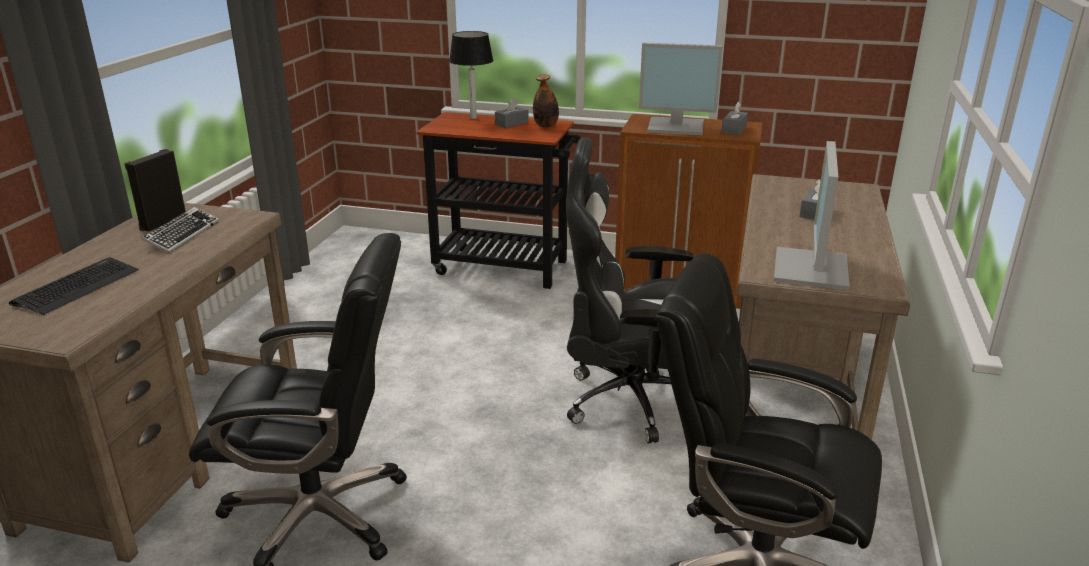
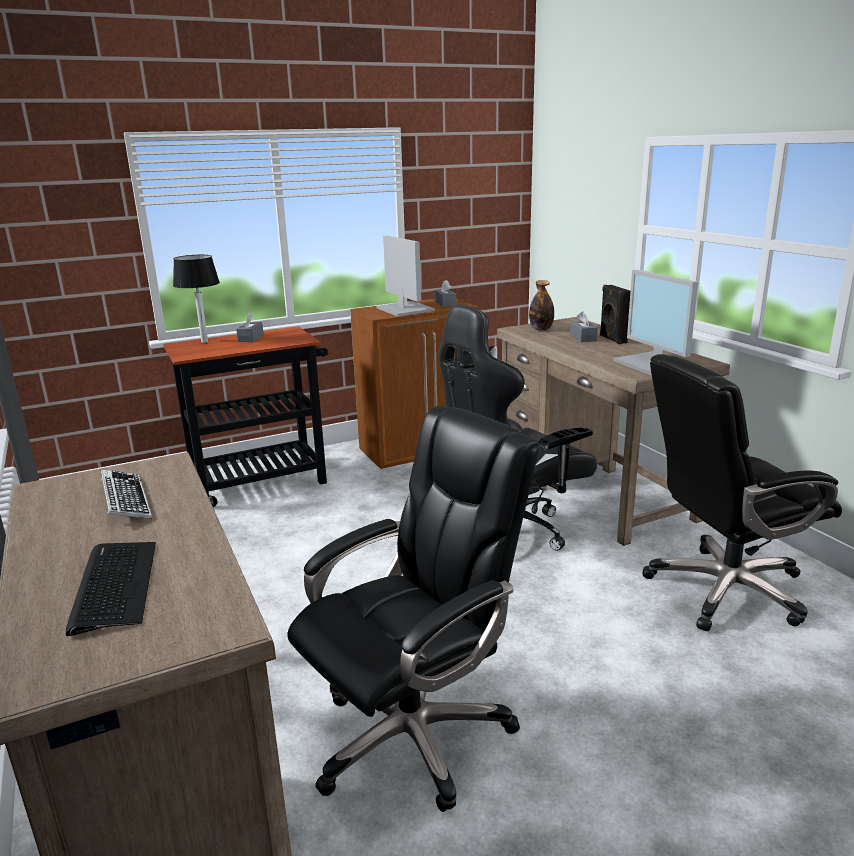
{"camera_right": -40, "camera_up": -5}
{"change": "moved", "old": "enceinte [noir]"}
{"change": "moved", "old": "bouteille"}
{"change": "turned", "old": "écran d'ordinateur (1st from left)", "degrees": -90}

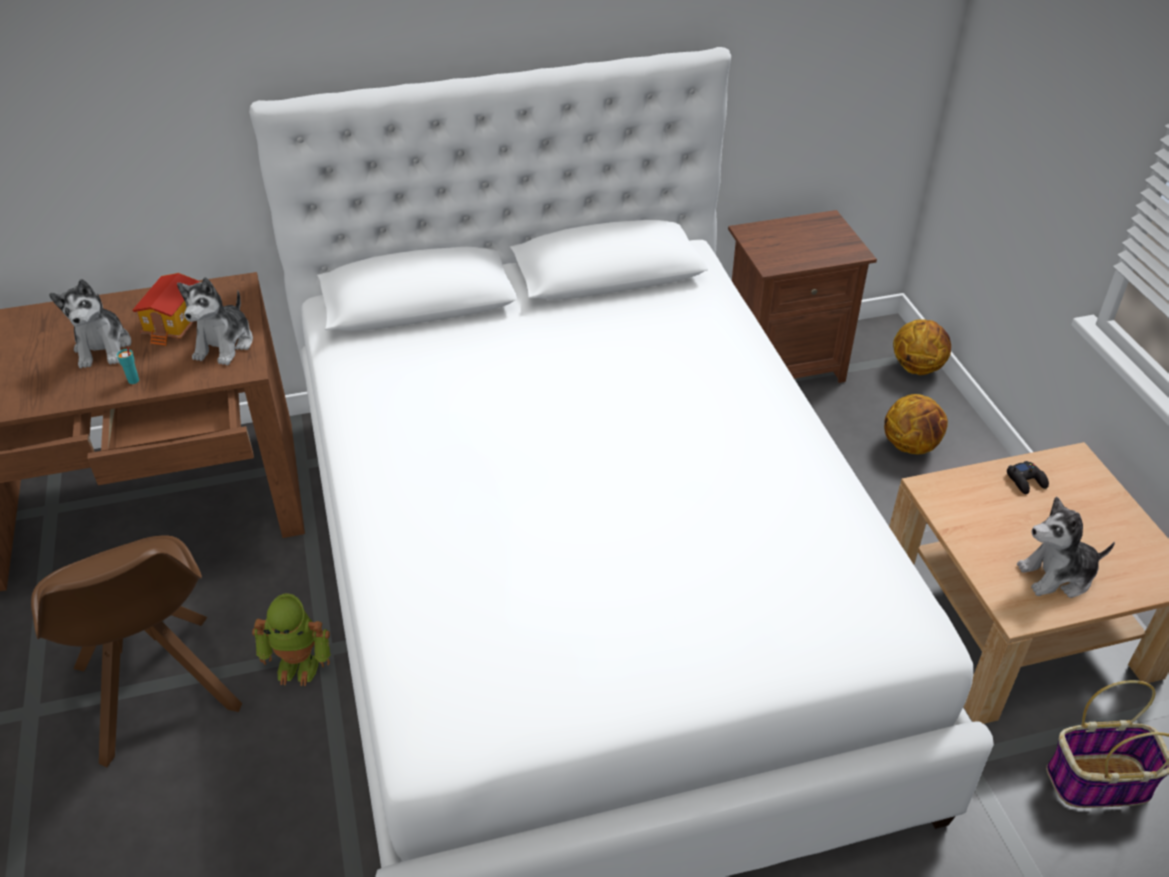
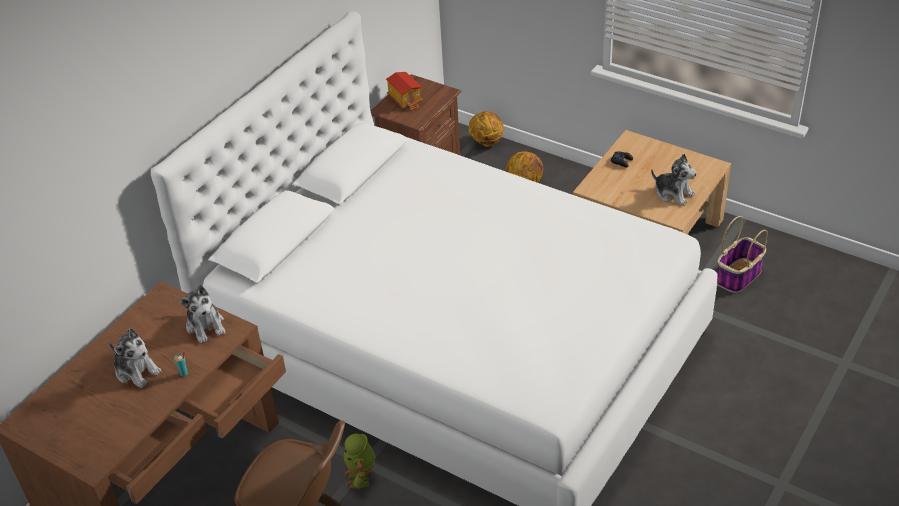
{"camera_right": -40, "camera_up": 0}
{"change": "moved", "old": "maison miniature"}
{"change": "turned", "old": "robot jouet", "degrees": 120}
{"change": "turned", "old": "peluche (3rd from left)", "degrees": -90}

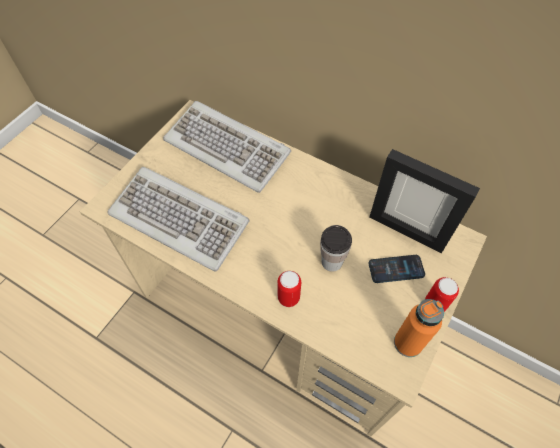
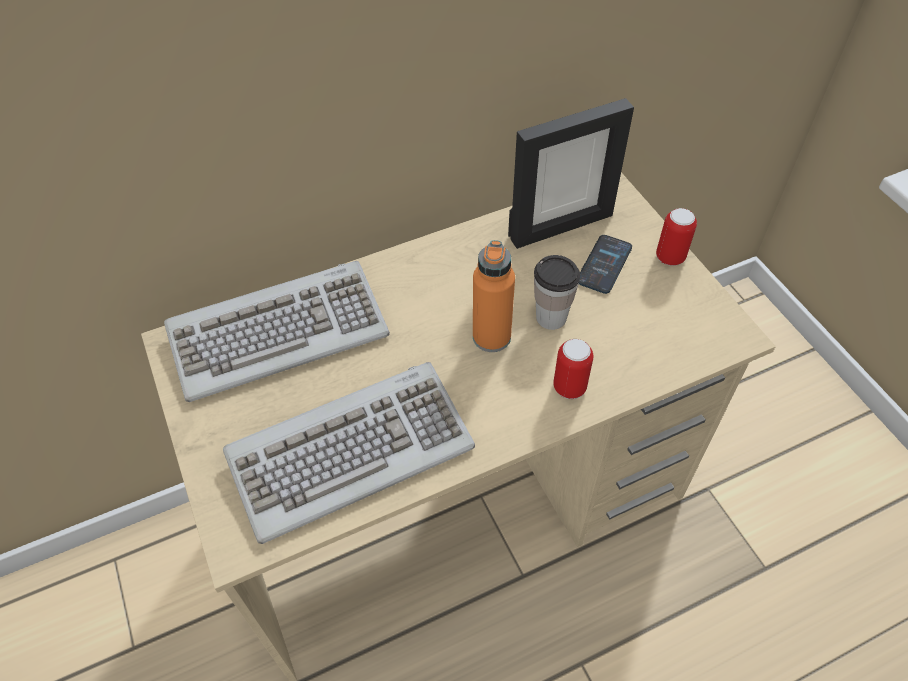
{"camera_right": -55, "camera_up": -5}
{"change": "moved", "old": "bouteille [orange]"}

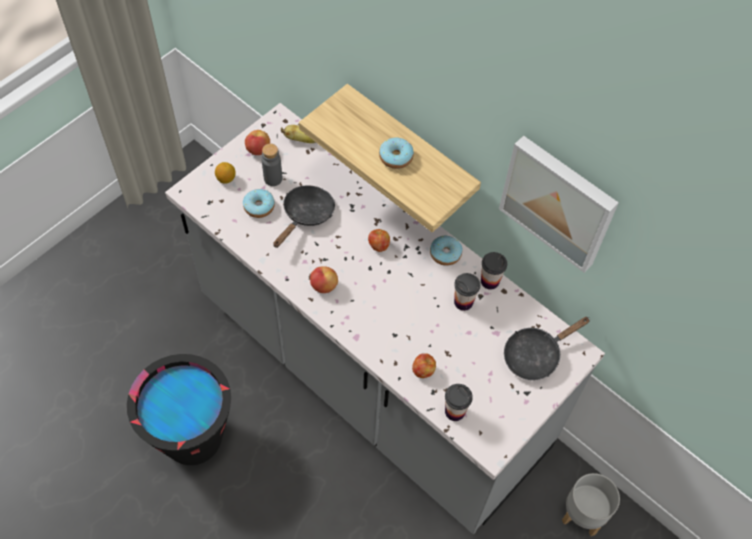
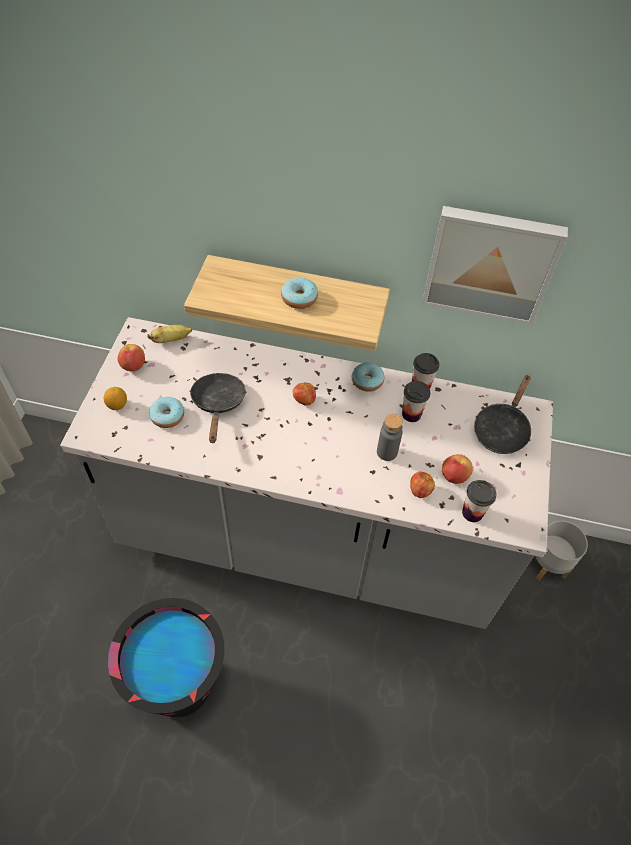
{"camera_right": -30, "camera_up": -5}
{"change": "moved", "old": "bouteille [gris]"}
{"change": "moved", "old": "pomme (2nd from left in the first image)", "new": "pomme (4th from left)"}

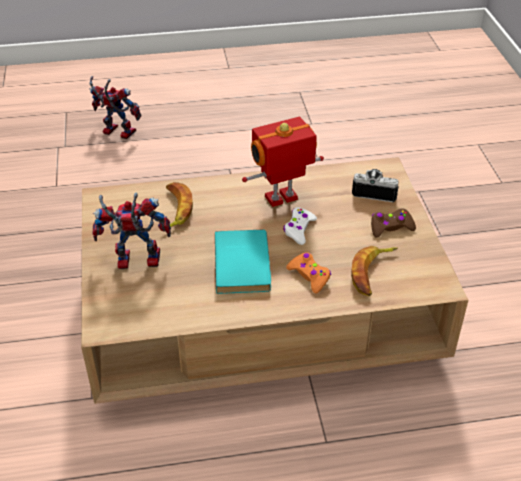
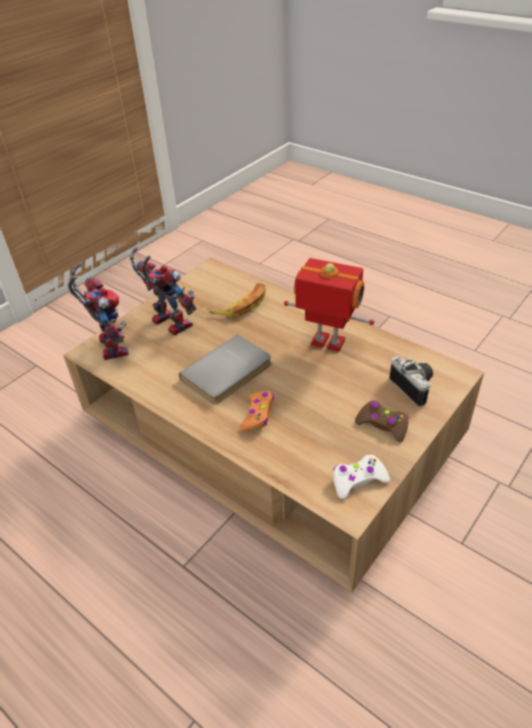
{"camera_right": 50, "camera_up": 0}
{"change": "removed", "old": "banane (2nd from left)"}
{"change": "moved", "old": "robot jouet (1st from left)"}
{"change": "moved", "old": "manette [blanc]"}
{"change": "recoloured", "old": "livre [turquoise]", "new": "livre [gris]"}

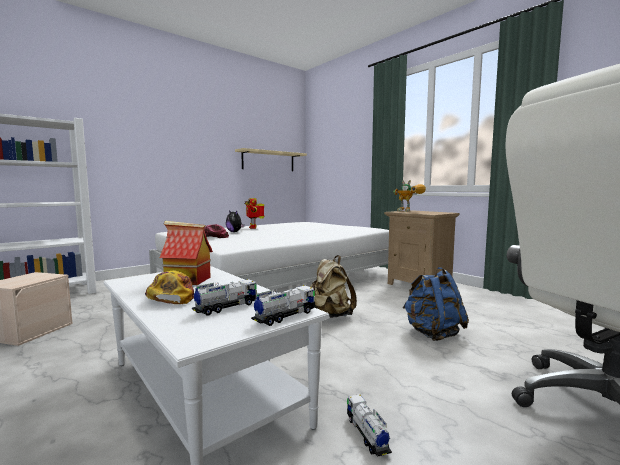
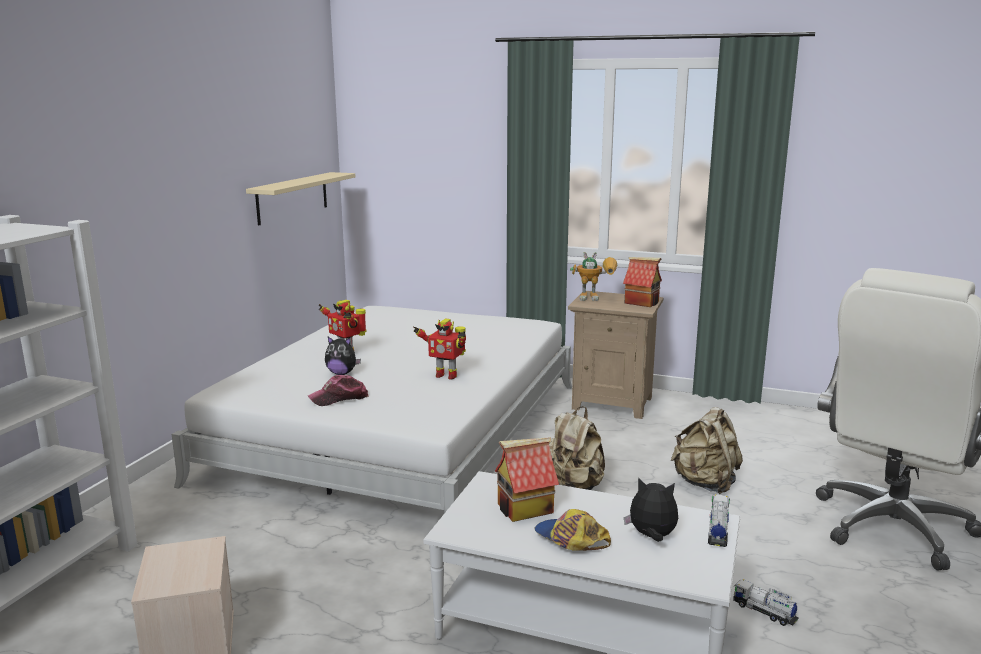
{"camera_right": -30, "camera_up": 10}
{"change": "added", "new": "robot jouet (2nd from left)"}
{"change": "added", "new": "maison miniature (2nd from left)"}
{"change": "replaced", "old": "camion jouet (1st from left)", "new": "peluche (2nd from left)"}
{"change": "recoloured", "old": "sac à dos [bleu]", "new": "sac à dos [beige] (2nd from left)"}

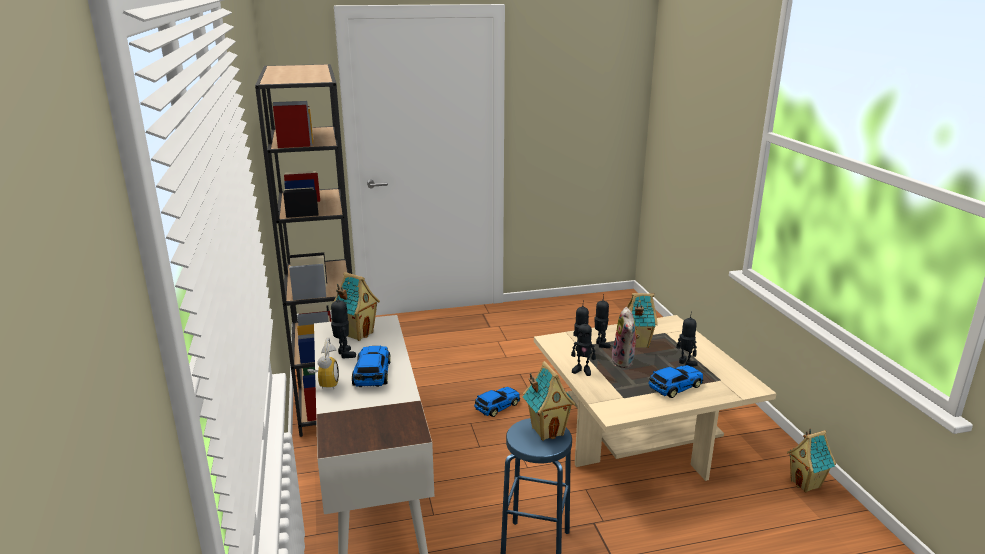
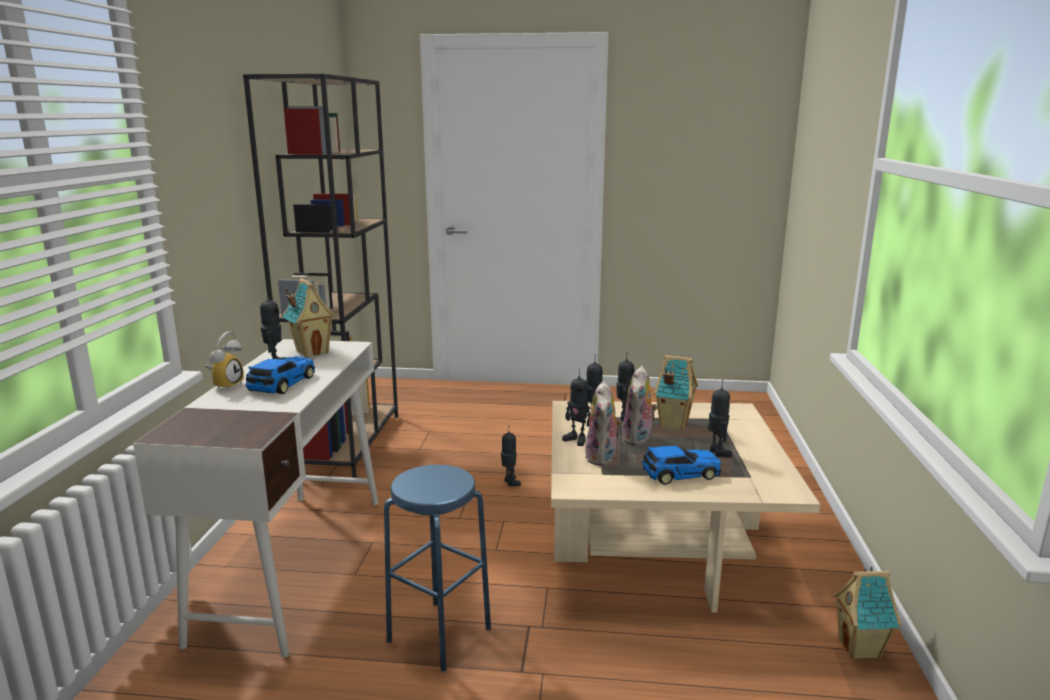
{"camera_right": 20, "camera_up": -5}
{"change": "removed", "old": "maison miniature (2nd from left)"}
{"change": "added", "new": "peluche (1st from left)"}
{"change": "replaced", "old": "petite voiture (2nd from left)", "new": "robot jouet (2nd from left)"}

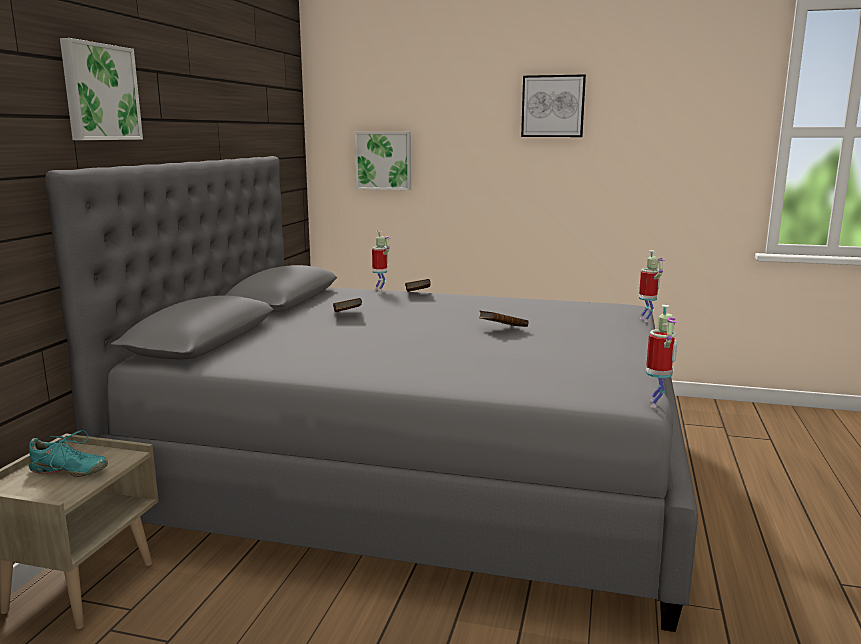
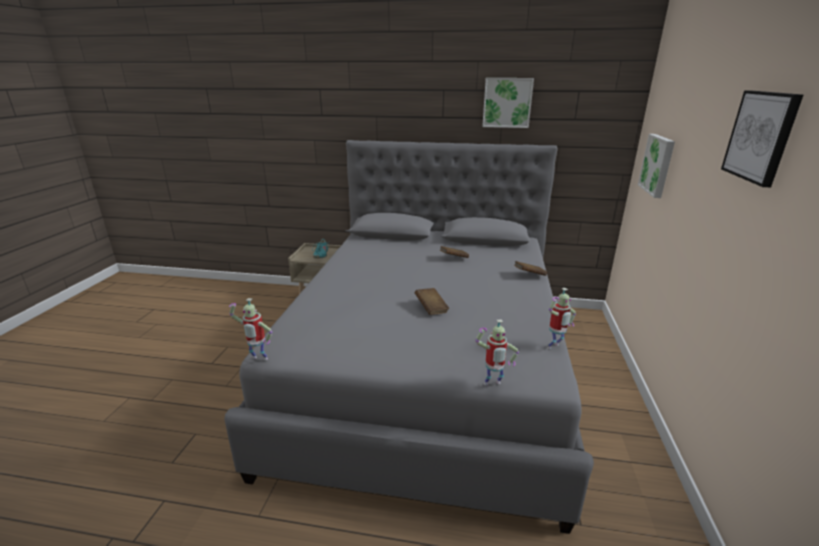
{"camera_right": 85, "camera_up": 10}
{"change": "moved", "old": "tableau (1st from left)"}
{"change": "moved", "old": "robot jouet (1st from left in the first image)", "new": "robot jouet (3rd from left)"}

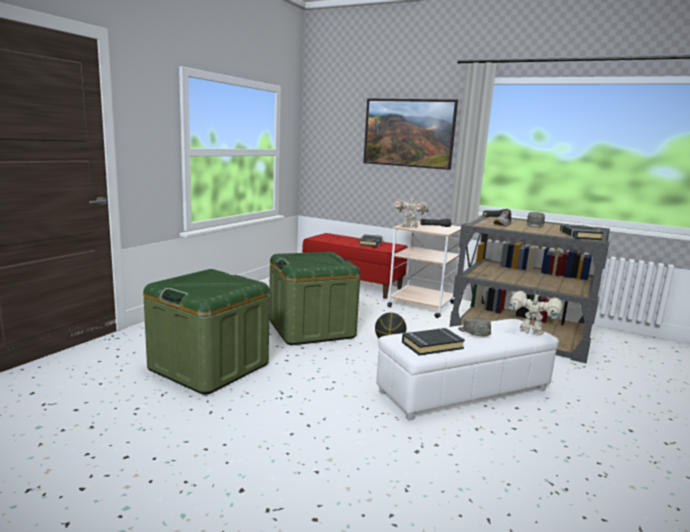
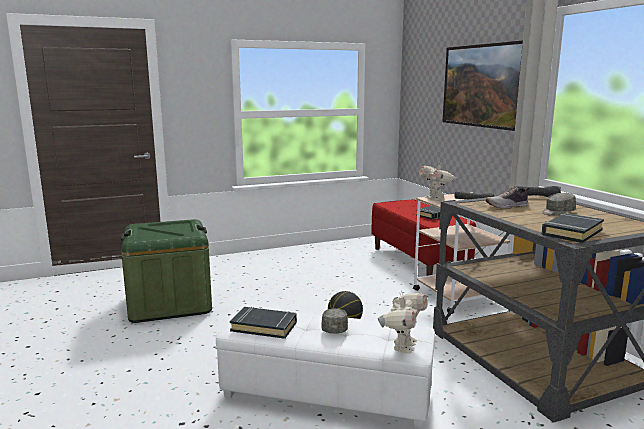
{"camera_right": 40, "camera_up": 0}
{"change": "removed", "old": "boîte de rangement [vert] (2nd from left)"}
{"change": "turned", "old": "robot jouet (2nd from left in the first image)", "degrees": 45}

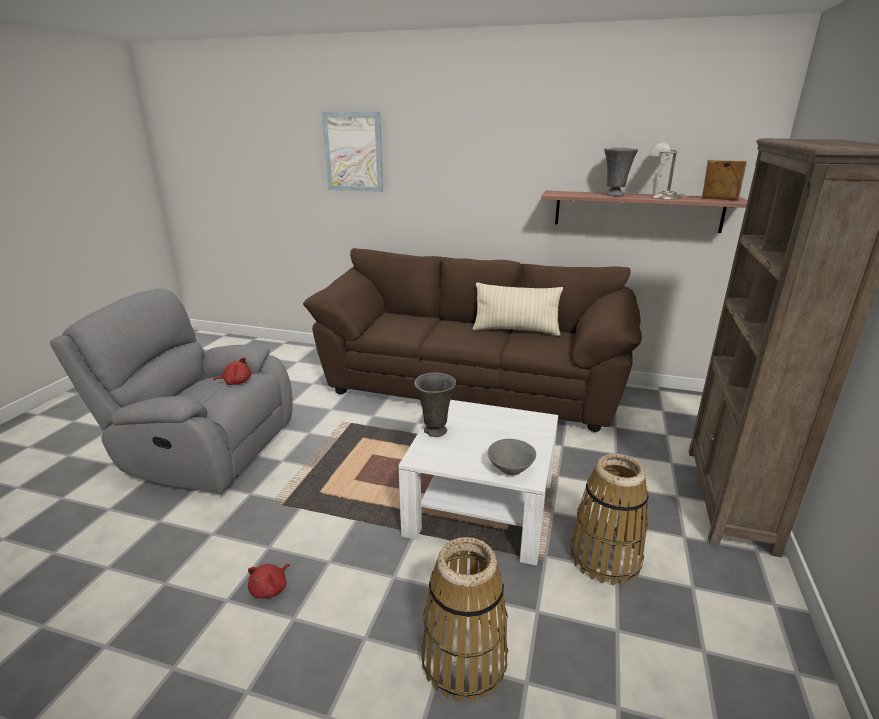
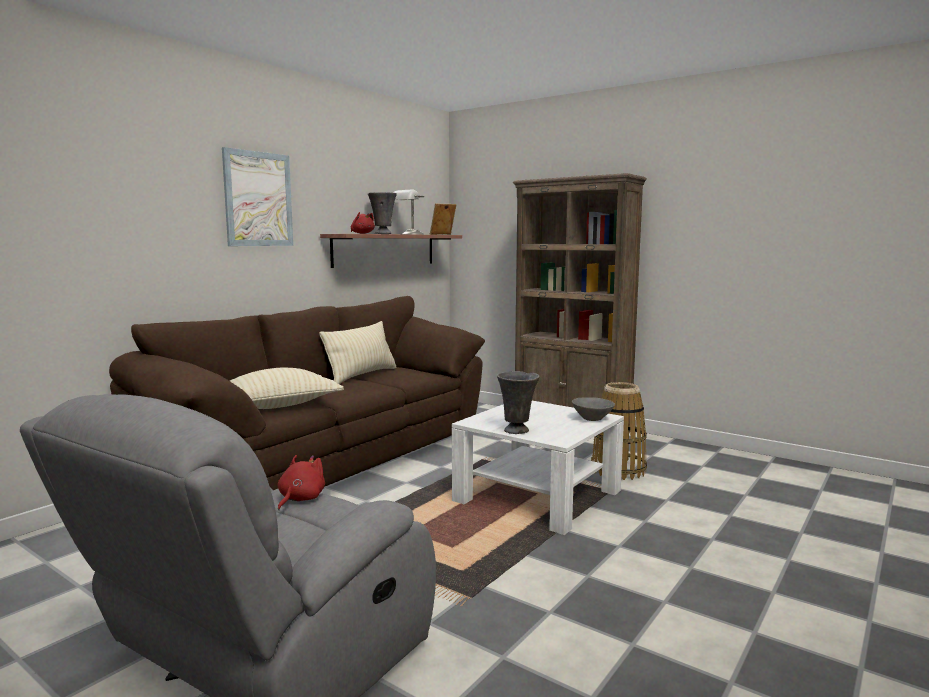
{"camera_right": -70, "camera_up": -15}
{"change": "removed", "old": "panier (1st from left)"}
{"change": "added", "new": "coussin [beige] (1st from left)"}
{"change": "moved", "old": "peluche [rouge] (2nd from left)"}
{"change": "moved", "old": "tableau"}

